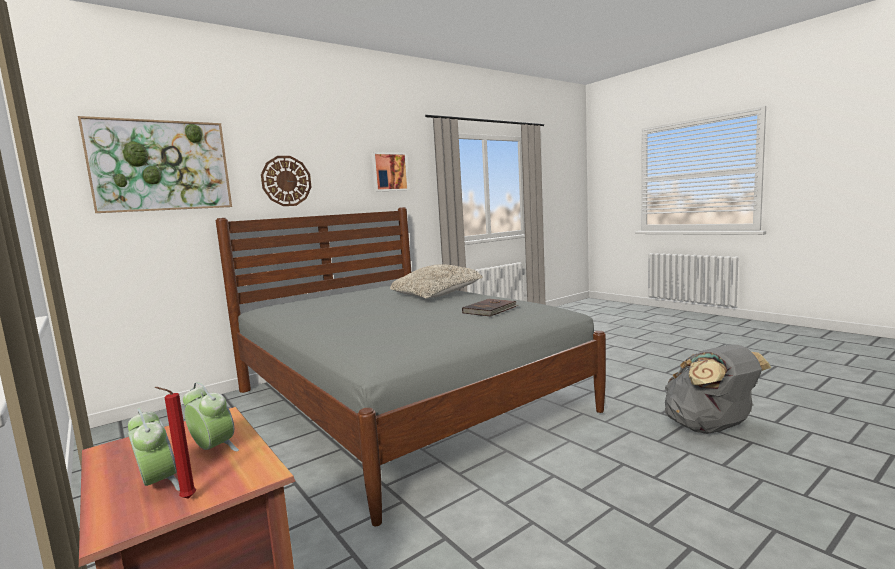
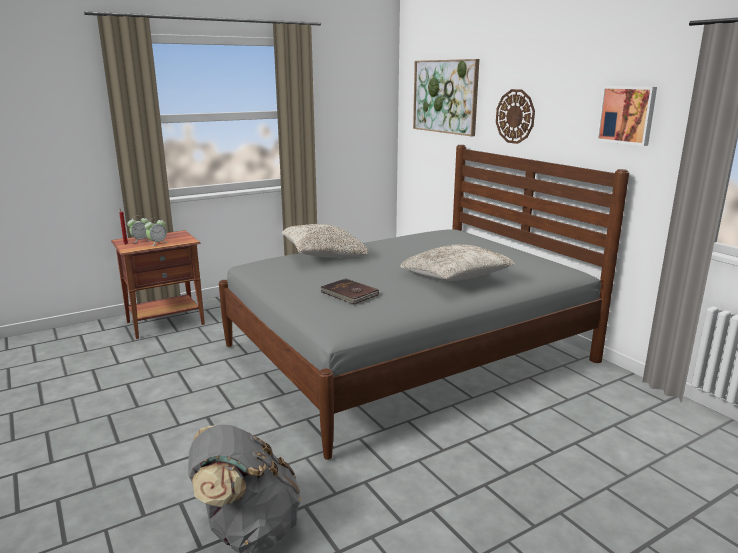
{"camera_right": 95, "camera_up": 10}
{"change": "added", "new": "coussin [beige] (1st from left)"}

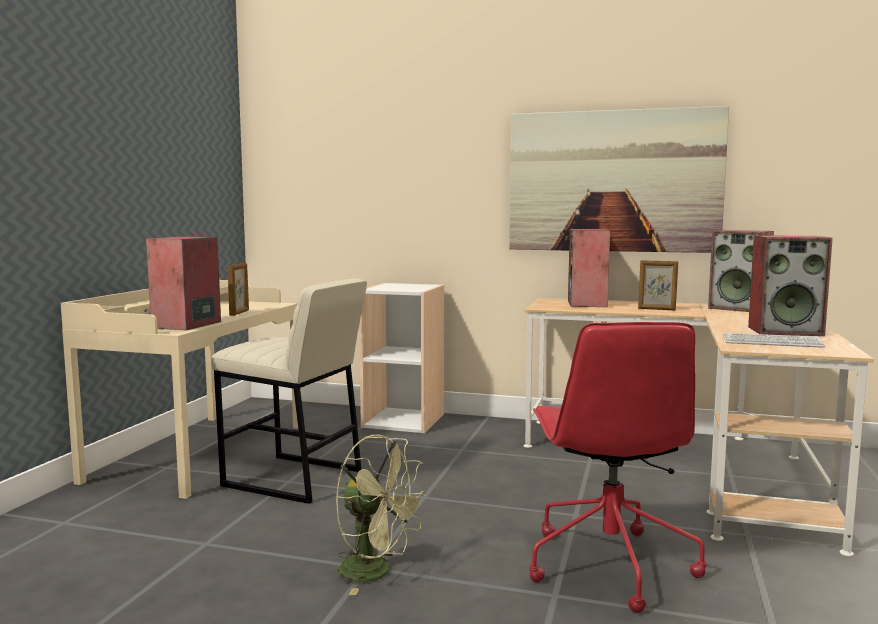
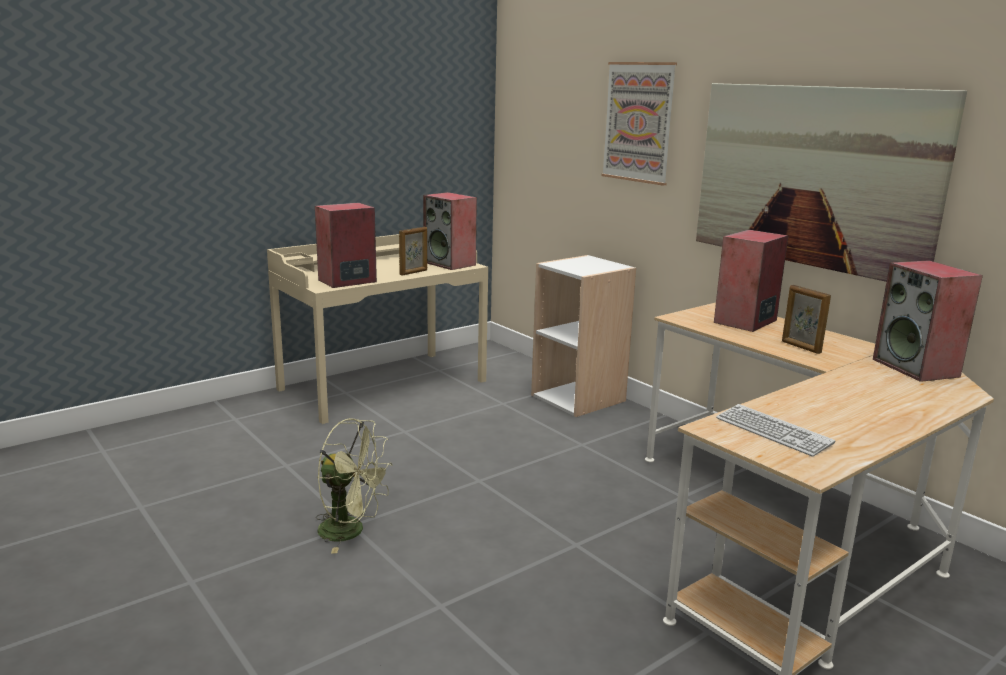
{"camera_right": 35, "camera_up": 10}
{"change": "removed", "old": "chaise [beige]"}
{"change": "removed", "old": "chaise de bureau [rouge]"}
{"change": "added", "new": "tableau (1st from left)"}
{"change": "moved", "old": "enceinte (4th from left in the first image)", "new": "enceinte (2nd from left)"}
{"change": "turned", "old": "ventilateur [vert]", "degrees": -45}

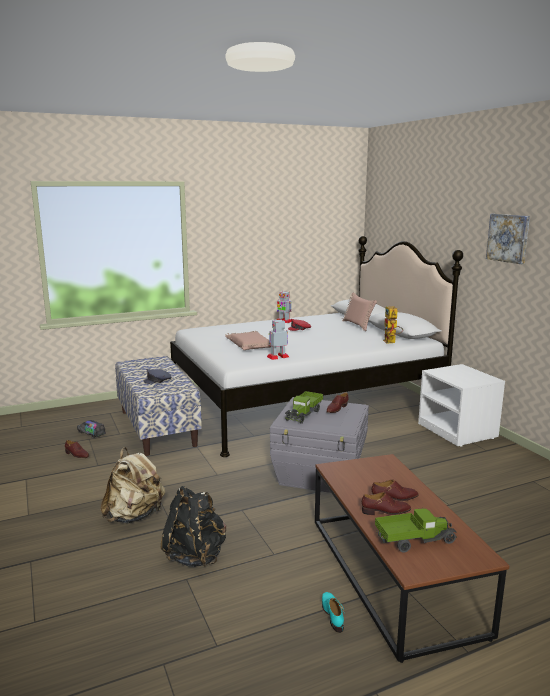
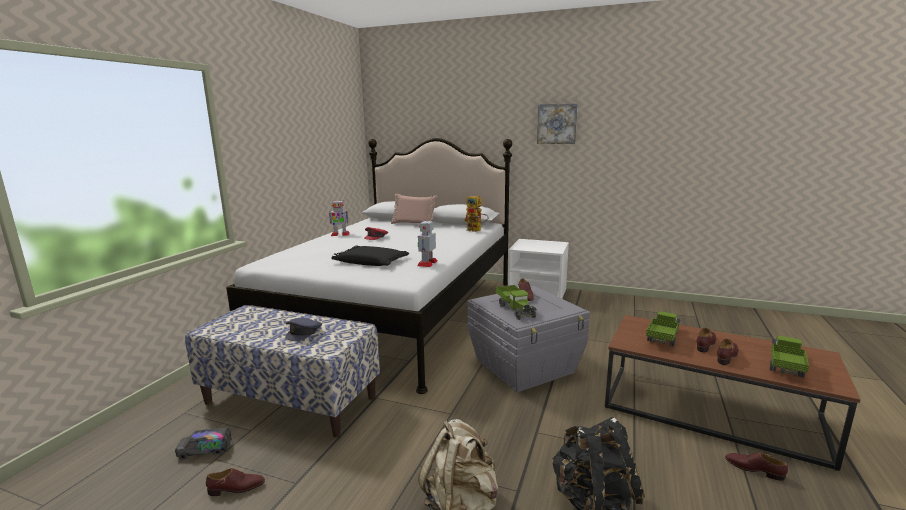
{"camera_right": -45, "camera_up": 0}
{"change": "added", "new": "camion jouet (3rd from left)"}
{"change": "recoloured", "old": "coussin [beige] (1st from left)", "new": "coussin [noir]"}
{"change": "recoloured", "old": "chaussure [turquoise]", "new": "chaussure [marron] (5th from left)"}

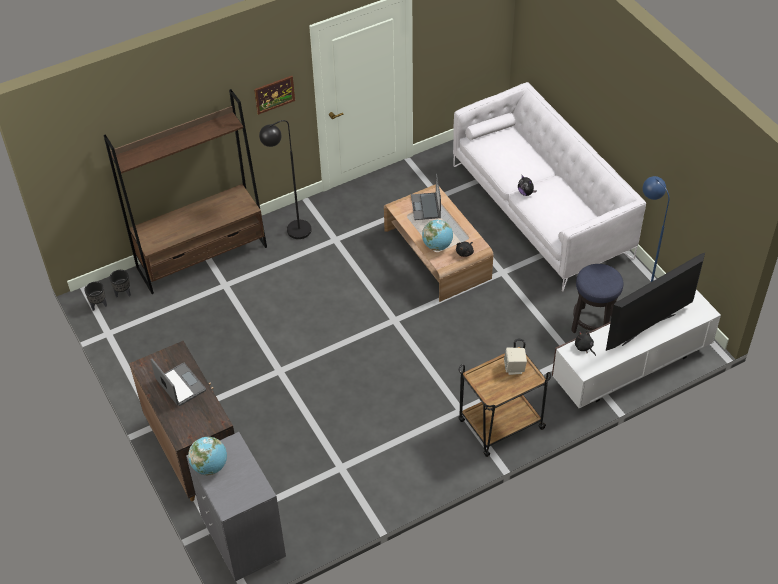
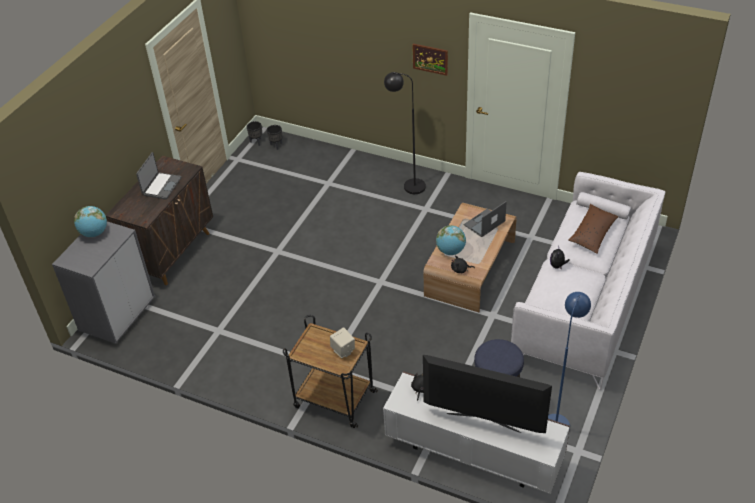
{"camera_right": 55, "camera_up": -5}
{"change": "removed", "old": "bibliothèque [marron]"}
{"change": "added", "new": "coussin [marron]"}

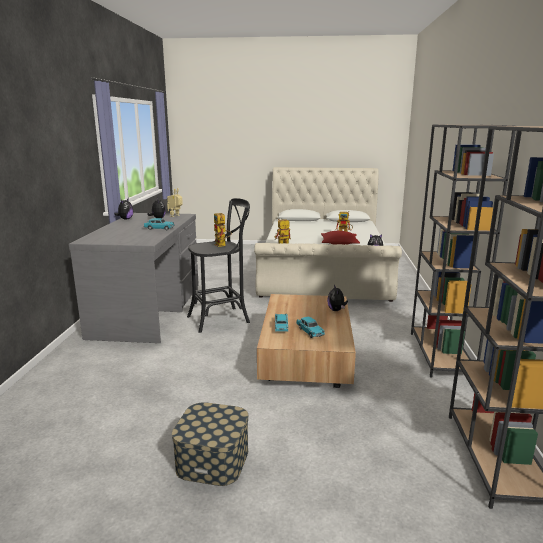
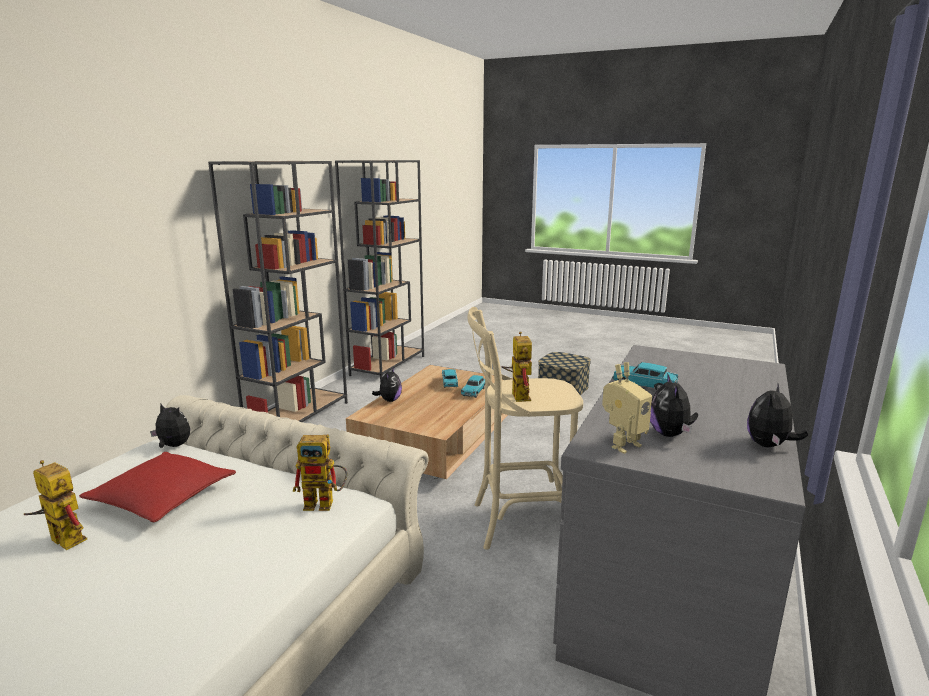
{"camera_right": -160, "camera_up": 0}
{"change": "recoloured", "old": "tabouret [noir]", "new": "tabouret [beige]"}

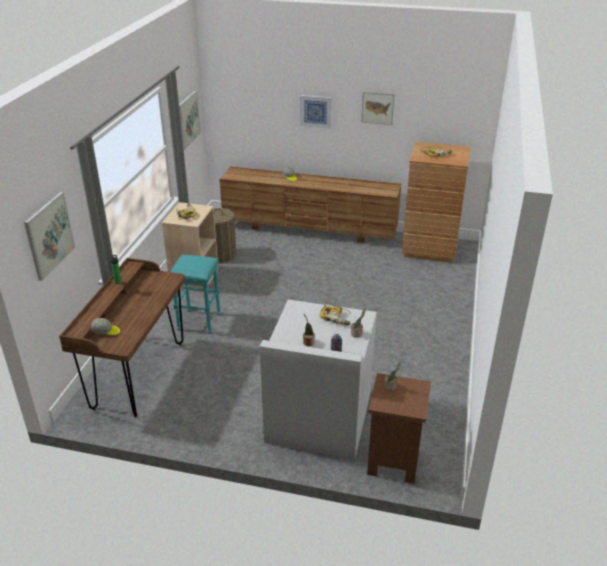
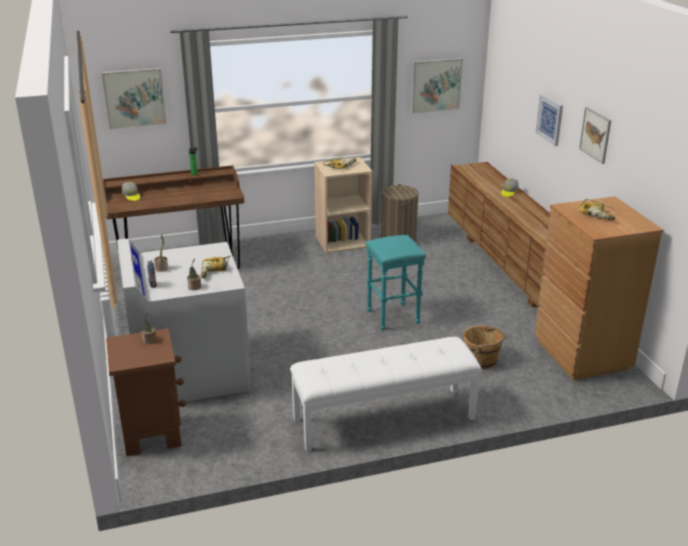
{"camera_right": 60, "camera_up": -5}
{"change": "added", "new": "banc [blanc]"}
{"change": "added", "new": "seau [marron]"}
{"change": "moved", "old": "tabouret [turquoise]"}

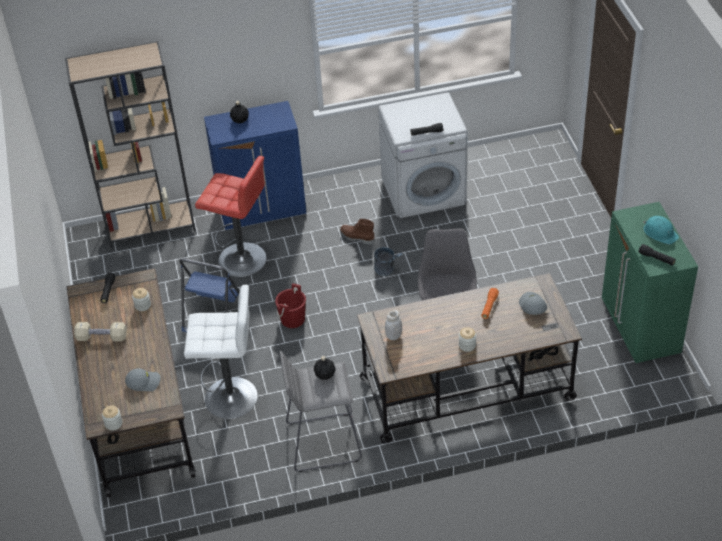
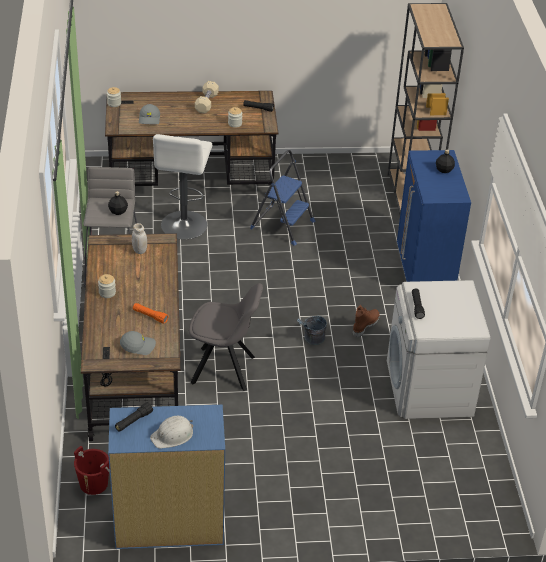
{"camera_right": 95, "camera_up": -5}
{"change": "removed", "old": "tabouret [rouge]"}
{"change": "moved", "old": "seau [rouge]"}
{"change": "recoloured", "old": "meuble de rangement [vert]", "new": "meuble de rangement [bleu] (1st from left)"}
{"change": "recoloured", "old": "casque de chantier [turquoise]", "new": "casque de chantier [blanc]"}

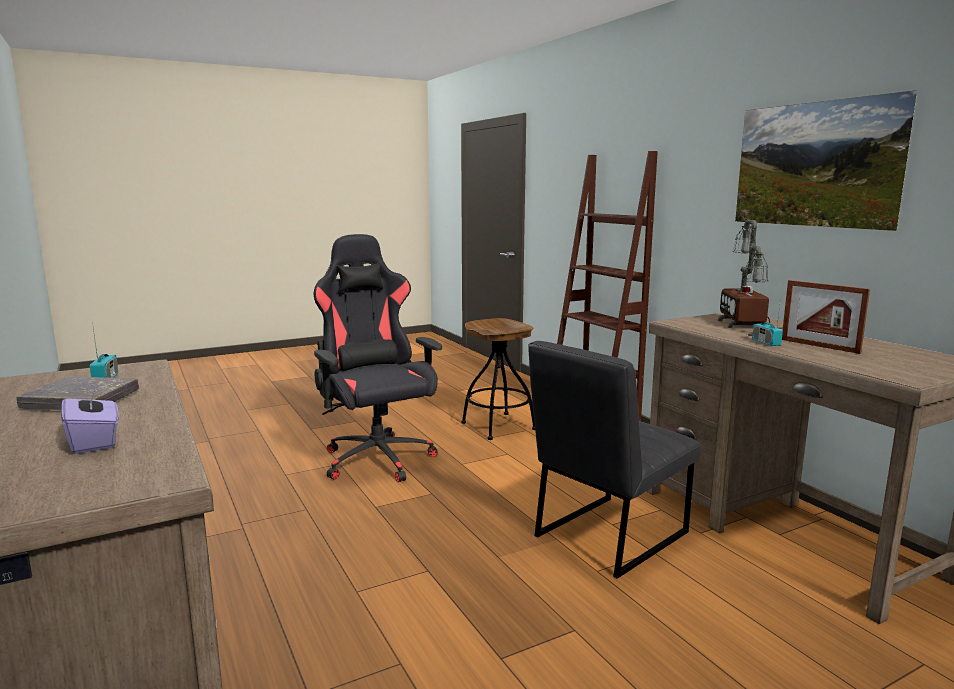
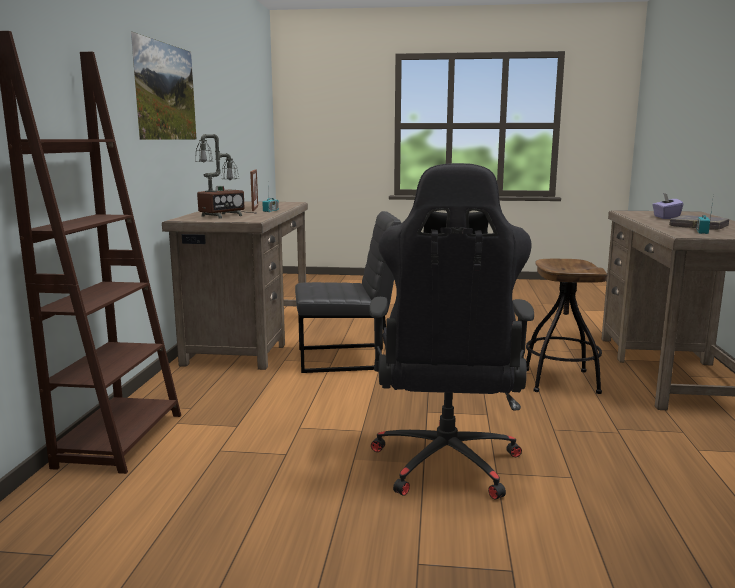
{"camera_right": -145, "camera_up": 0}
{"change": "moved", "old": "tabouret [marron]"}

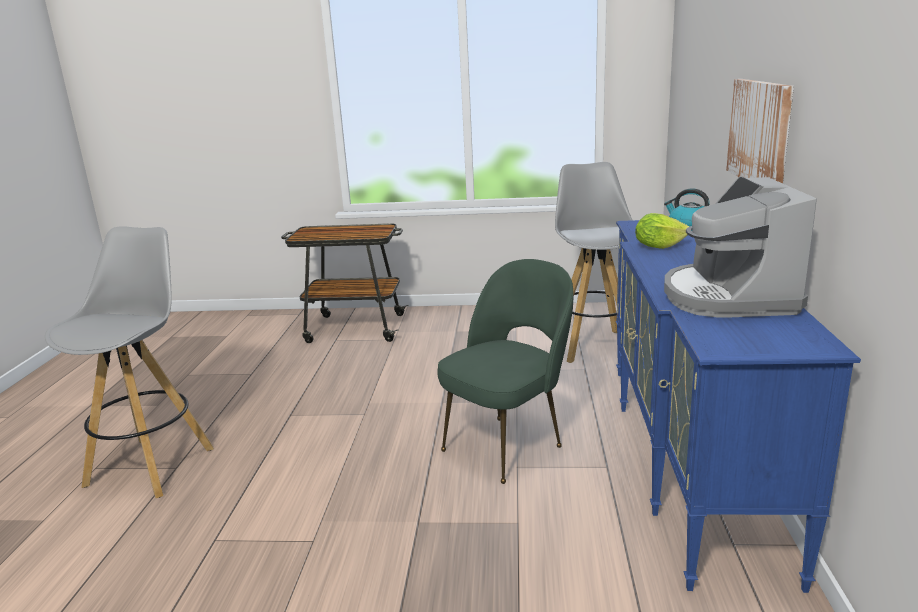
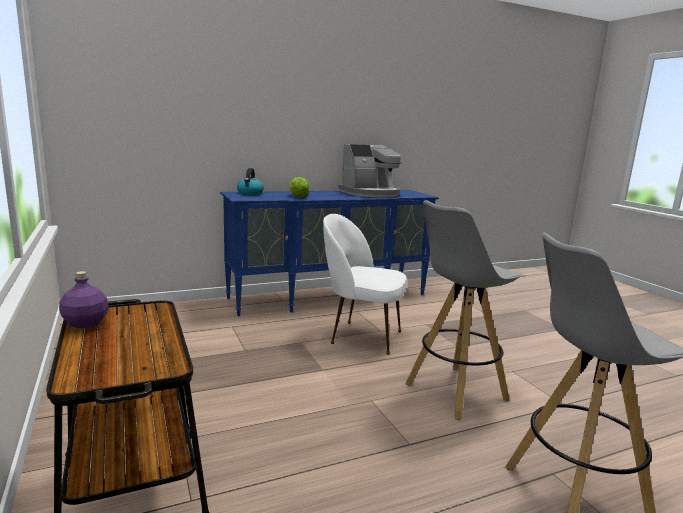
{"camera_right": -120, "camera_up": -5}
{"change": "removed", "old": "tableau"}
{"change": "added", "new": "bouteille [violet]"}
{"change": "moved", "old": "tabouret [gris] (2nd from left in the first image)", "new": "tabouret [gris] (1st from left)"}
{"change": "recoloured", "old": "chaise [vert]", "new": "chaise [blanc]"}

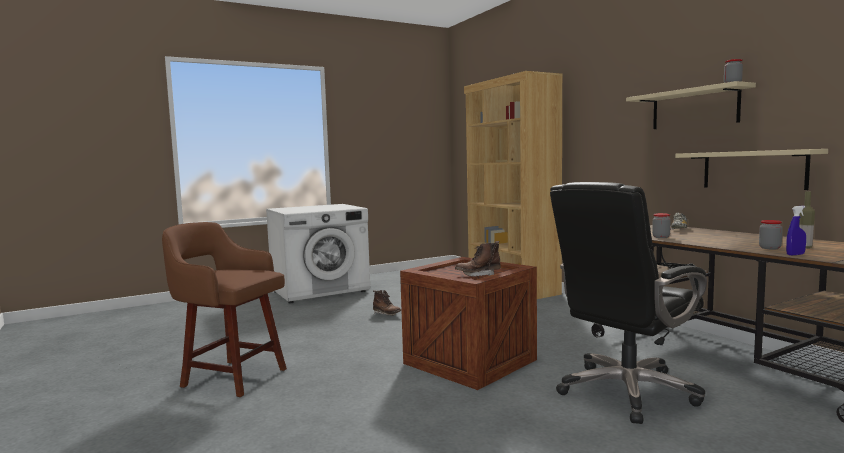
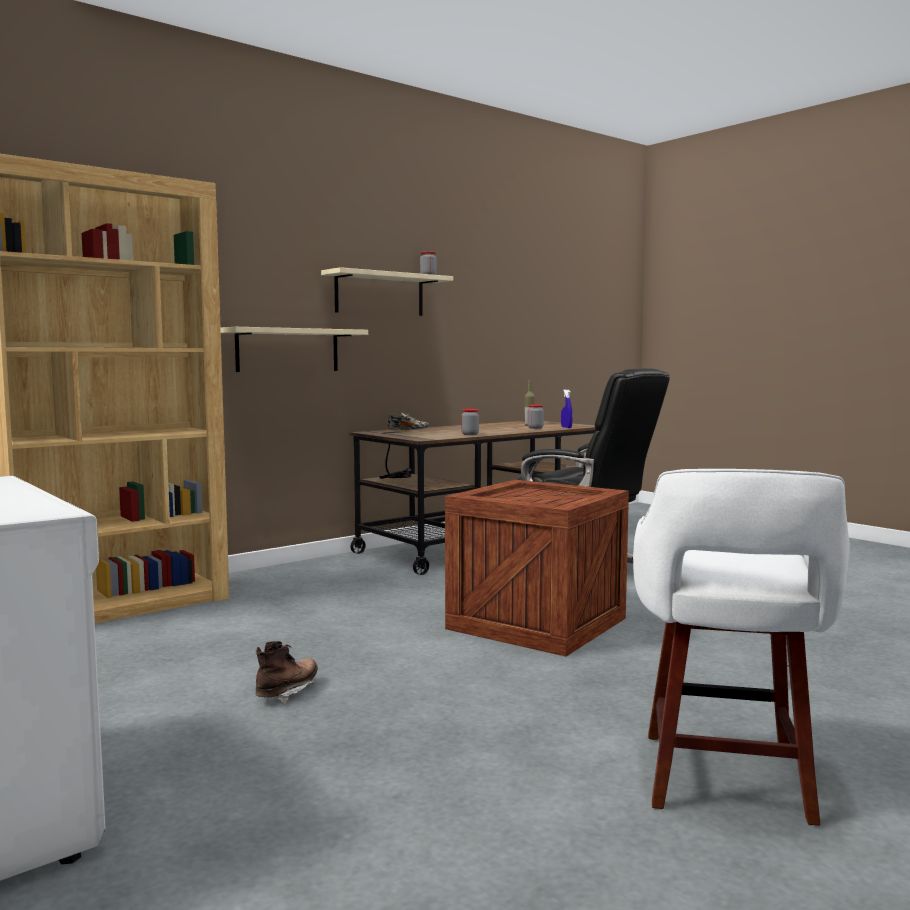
{"camera_right": -100, "camera_up": 0}
{"change": "removed", "old": "botte [marron] (2nd from left)"}
{"change": "moved", "old": "étagère [beige] (2nd from left in the first image)", "new": "étagère [beige] (1st from left)"}
{"change": "recoloured", "old": "tabouret [marron]", "new": "tabouret [blanc]"}

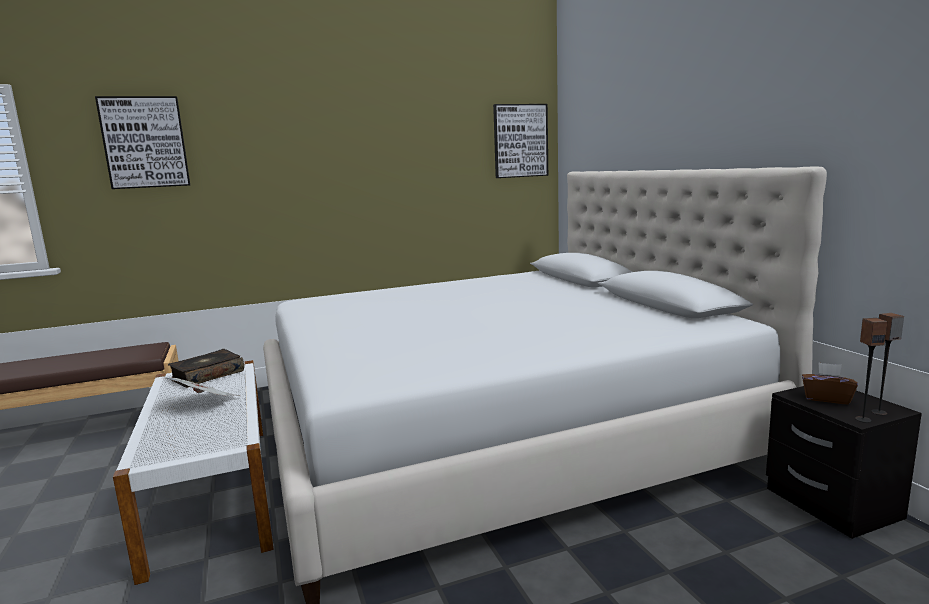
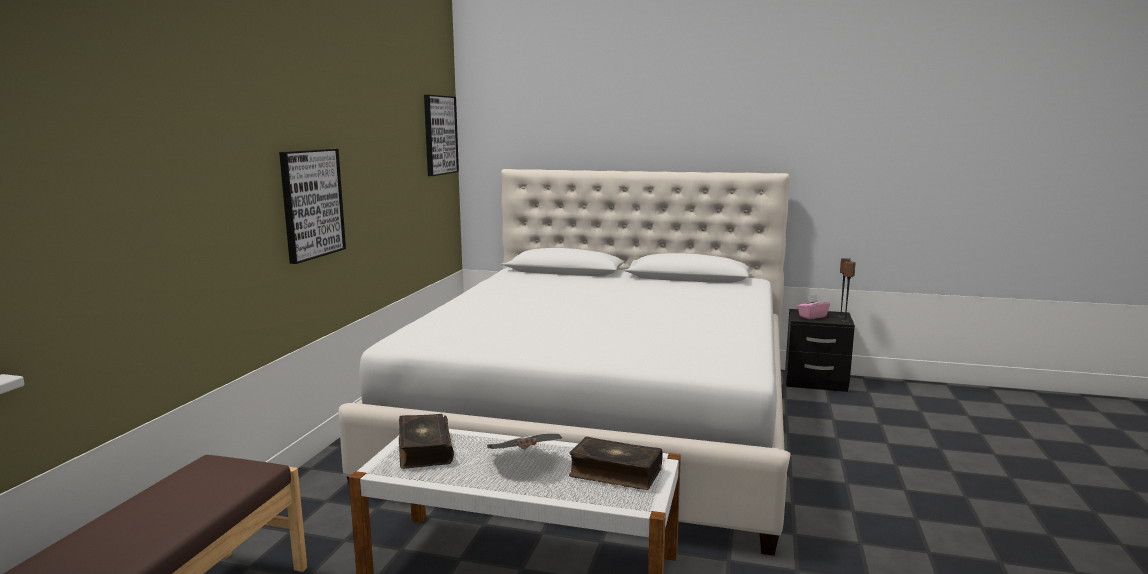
{"camera_right": -55, "camera_up": 0}
{"change": "added", "new": "livre (2nd from left)"}
{"change": "moved", "old": "tableau (1st from left)"}
{"change": "recoloured", "old": "boîte à mouchoirs [marron]", "new": "boîte à mouchoirs [rose]"}

